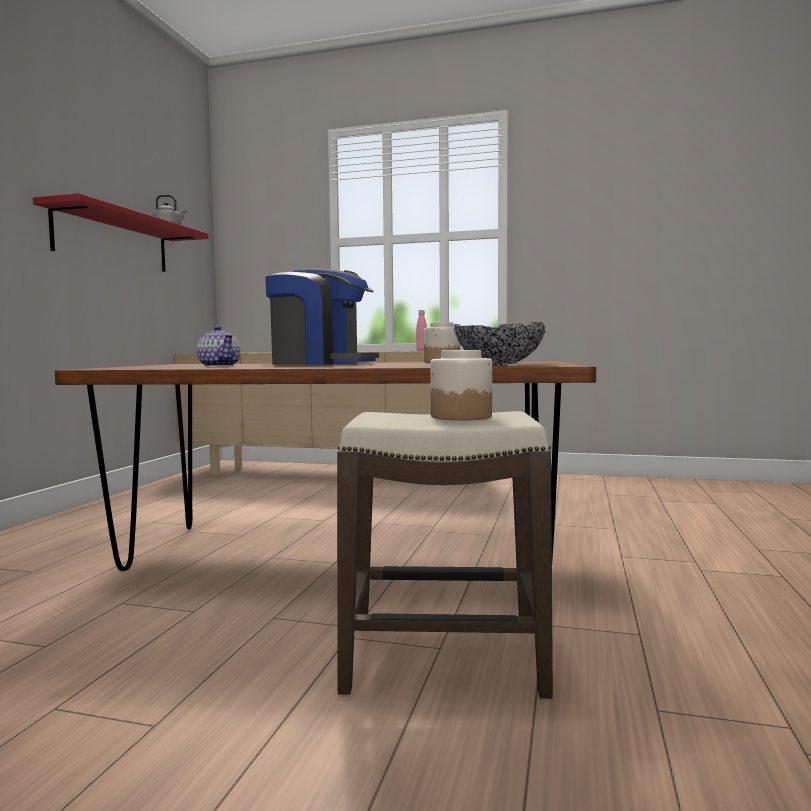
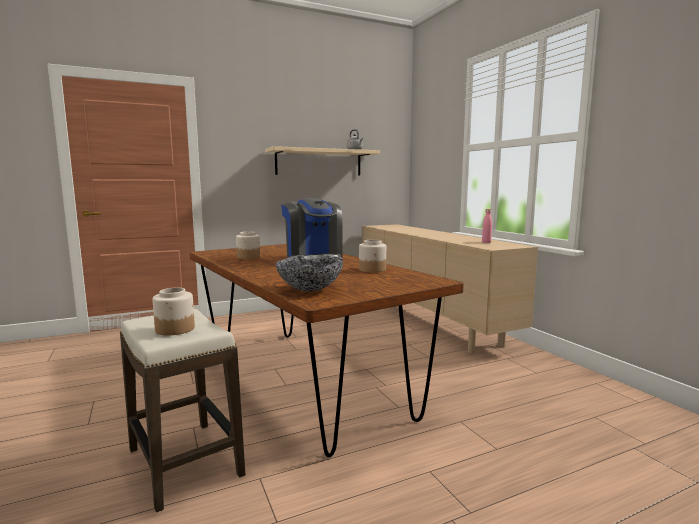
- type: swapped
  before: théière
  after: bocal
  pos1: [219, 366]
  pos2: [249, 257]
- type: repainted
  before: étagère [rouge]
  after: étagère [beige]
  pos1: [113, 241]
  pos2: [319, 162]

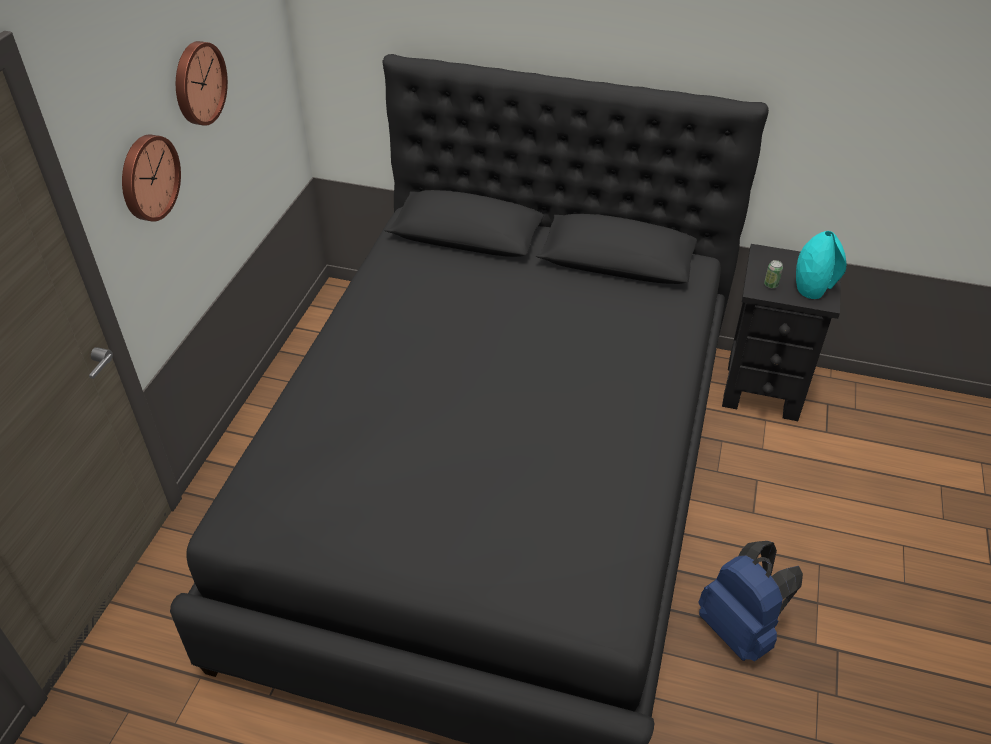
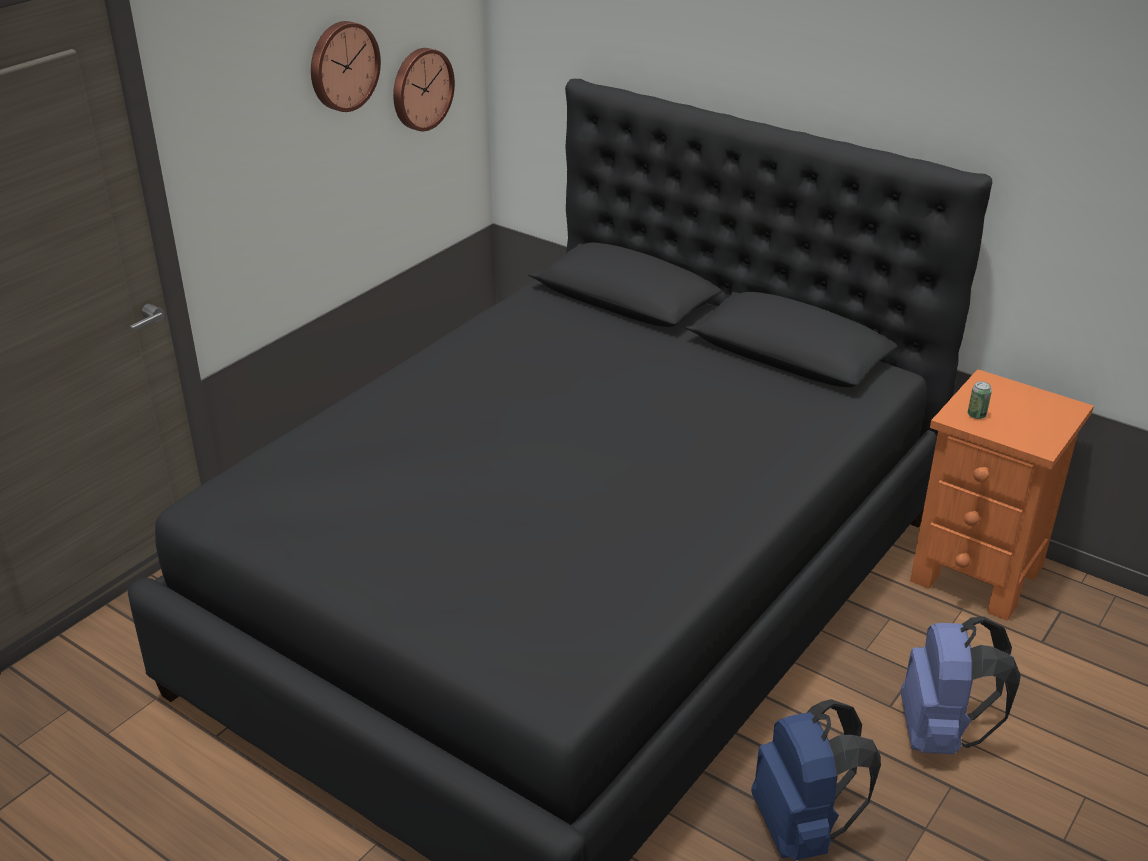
- type: shifted
  before: horloge murale
  pos1: [147, 177]
  pos2: [420, 88]
- type: new
  after: sac à dos [bleu]
  pos2: [941, 734]
- type: repainted
  before: table de chevet [noir]
  after: table de chevet [orange]
  pos1: [763, 390]
  pos2: [977, 575]
- type: gone
  before: vase [turquoise]
  pos1: [813, 289]

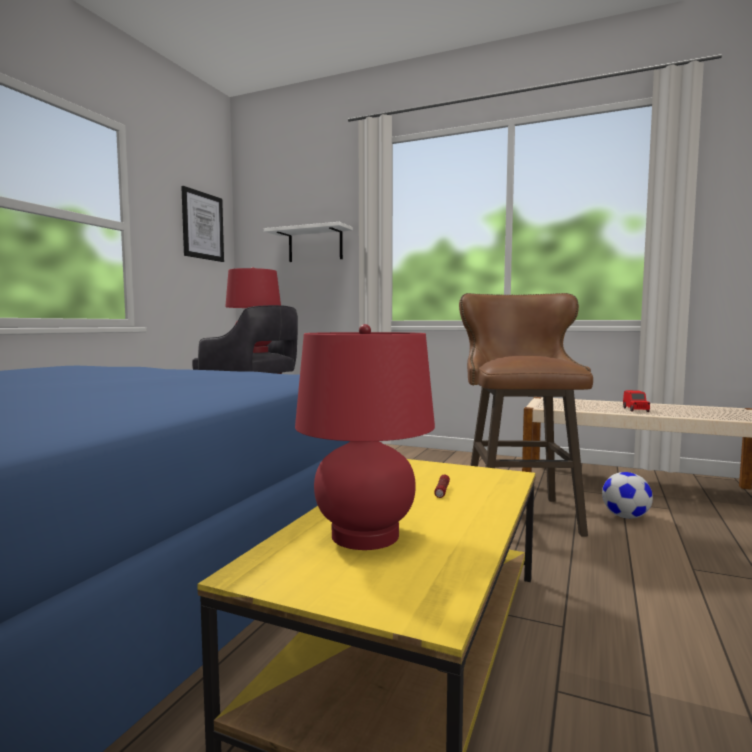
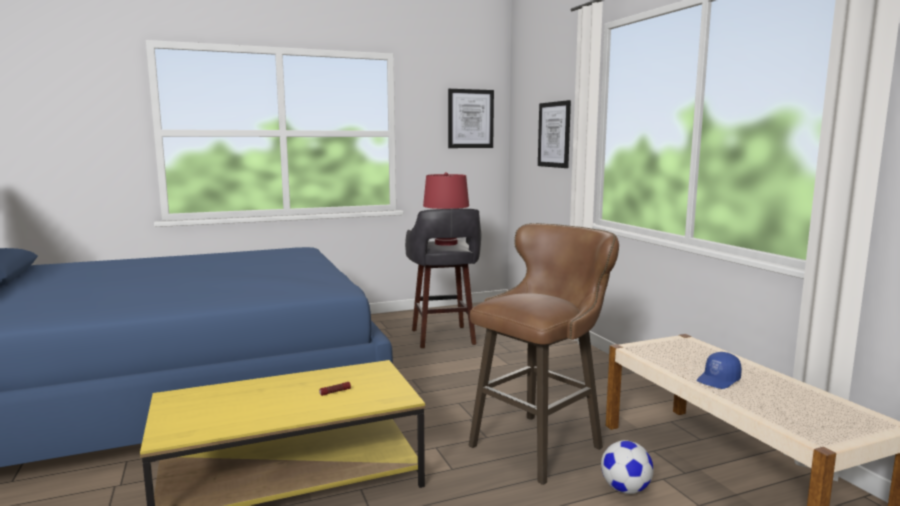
- type: swapped
  before: étagère [blanc]
  after: tableau
  pos1: [315, 245]
  pos2: [554, 134]
- type: swapped
  before: petite voiture [rouge]
  after: casquette [bleu]
  pos1: [635, 410]
  pos2: [719, 380]
- type: gone
  before: lampe de table [rouge]
  pos1: [365, 535]

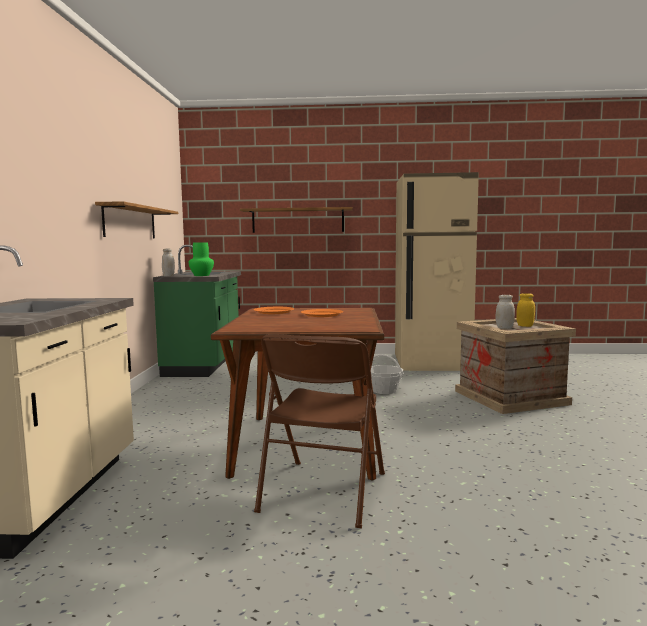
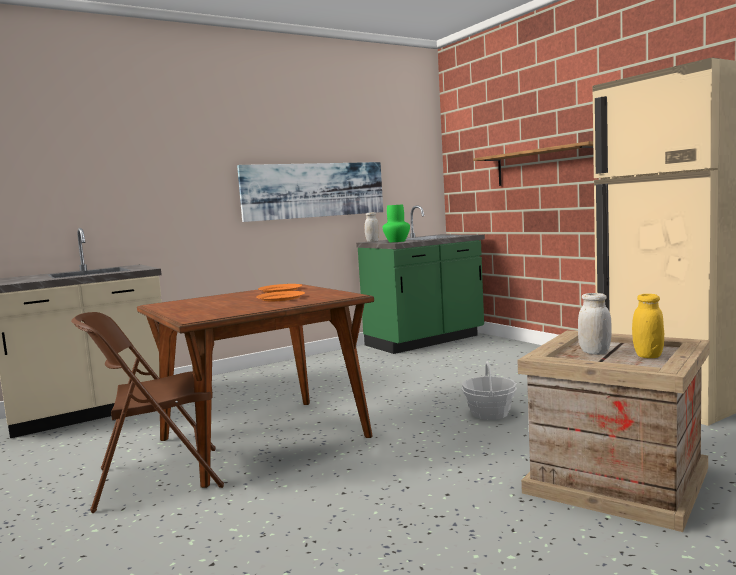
- type: swapped
  before: étagère
  after: tableau
  pos1: [130, 222]
  pos2: [314, 190]

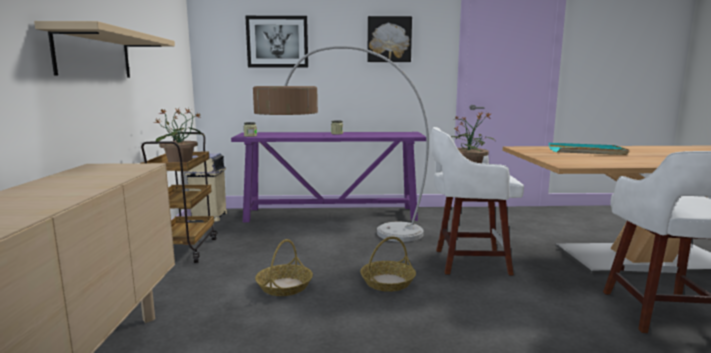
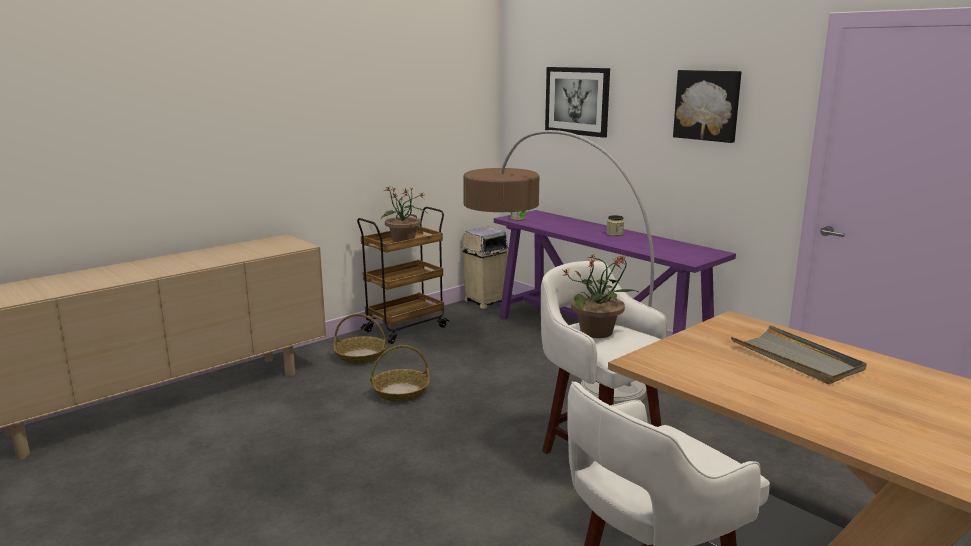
- type: shifted
  before: panier
  pos1: [388, 282]
  pos2: [361, 356]
- type: repainted
  before: plateau [turquoise]
  after: plateau [gris]
  pos1: [587, 151]
  pos2: [796, 358]
- type: gone
  before: étagère [beige]
  pos1: [94, 54]

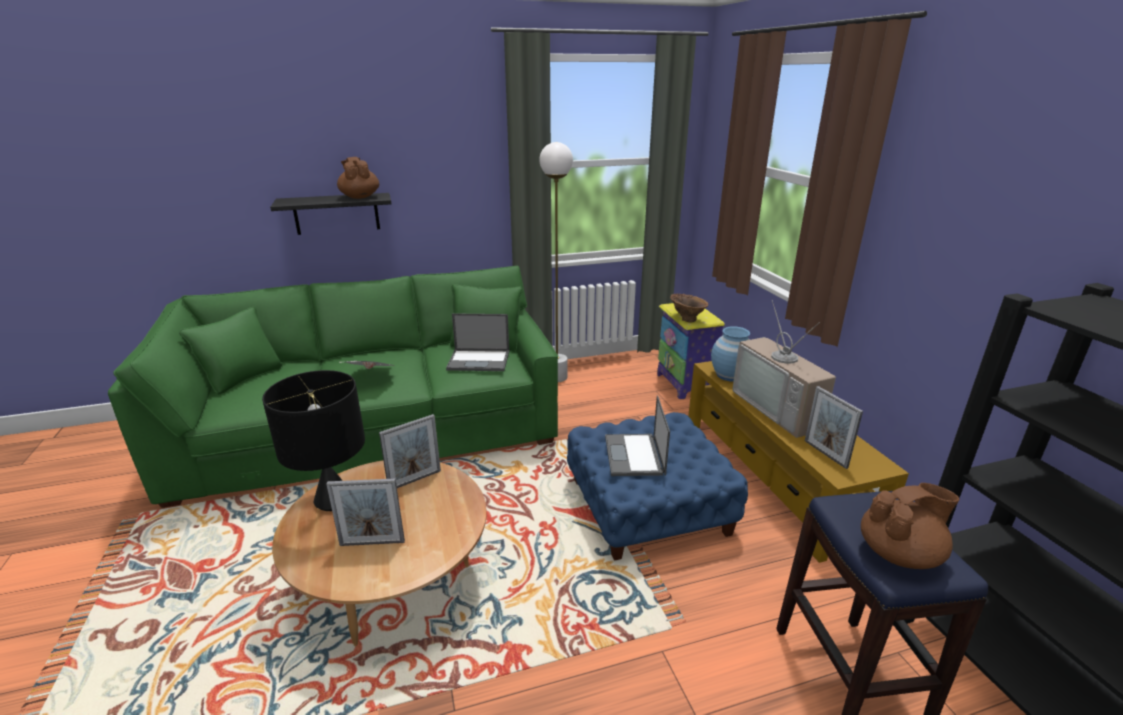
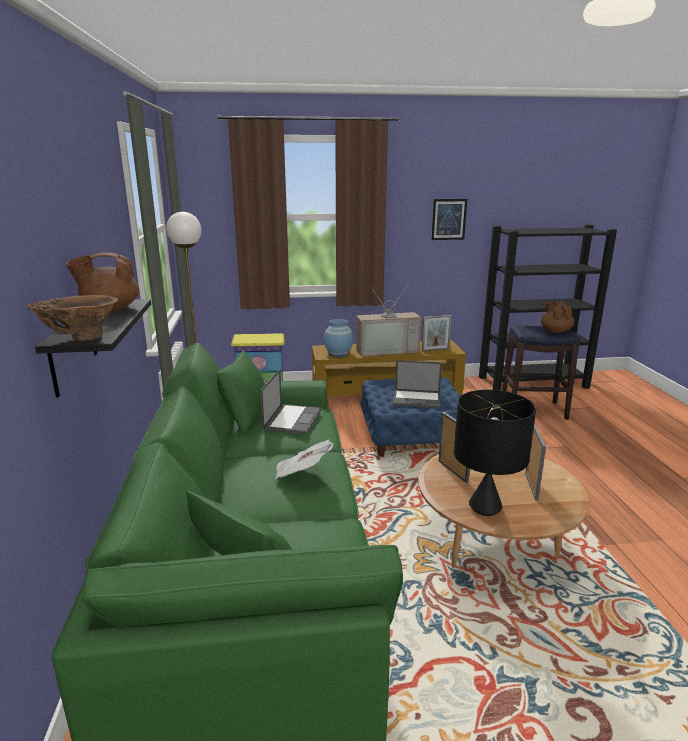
- type: shifted
  before: vase [marron]
  pos1: [686, 318]
  pos2: [80, 338]
- type: new
  after: tableau
  pos2: [449, 219]

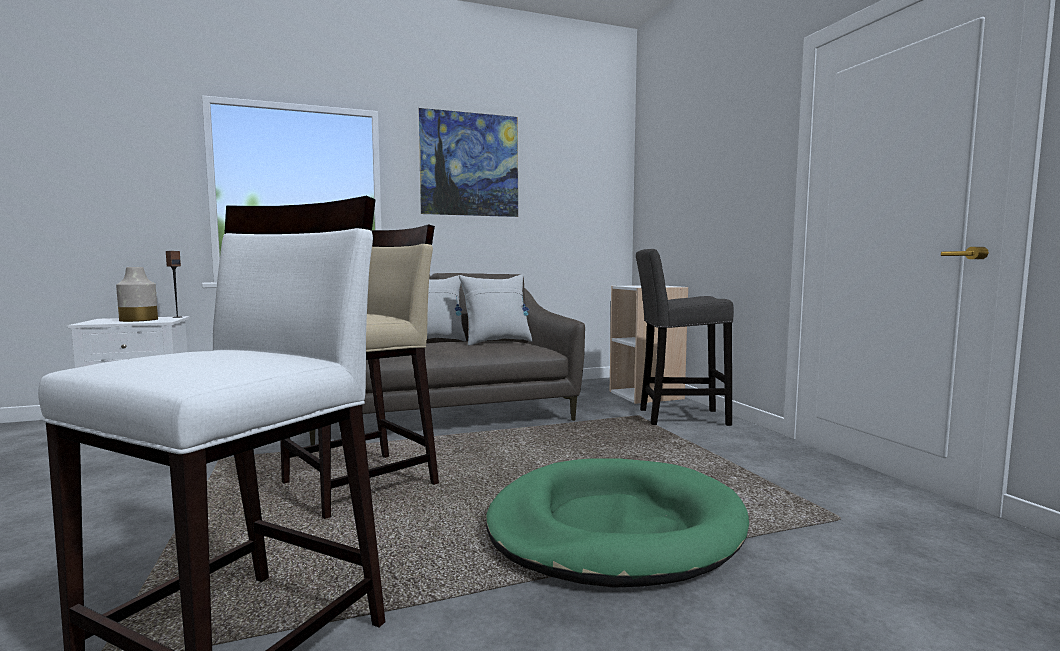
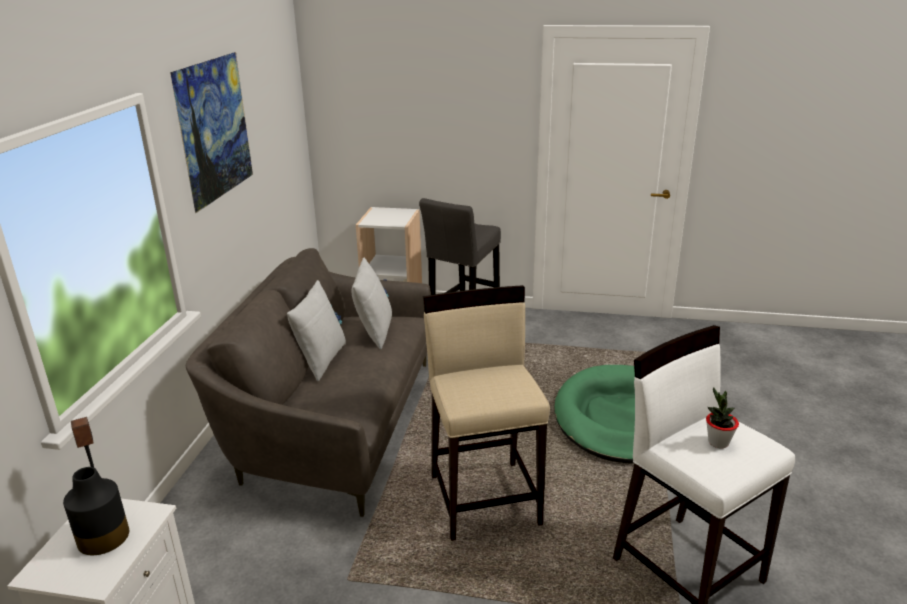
- type: repainted
  before: vase [beige]
  after: vase [noir]
  pos1: [138, 320]
  pos2: [104, 537]
- type: new
  after: plante en pot
  pos2: [718, 442]

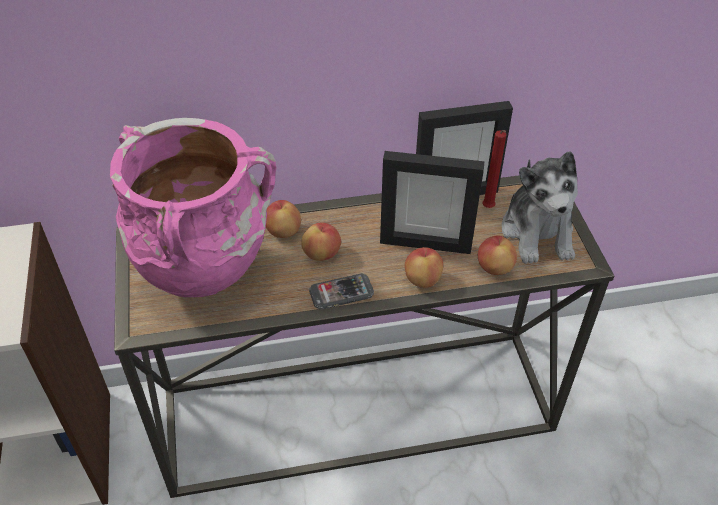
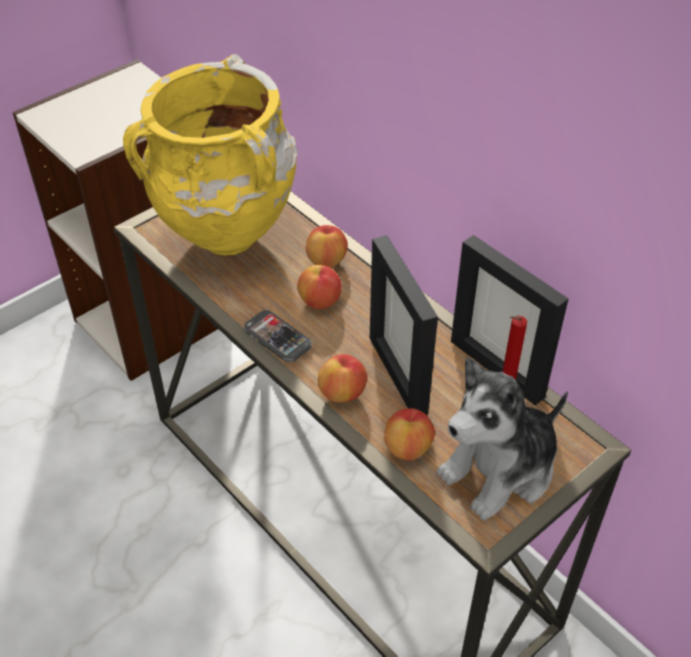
- type: repainted
  before: vase [rose]
  after: vase [jaune]
  pos1: [207, 279]
  pos2: [229, 241]

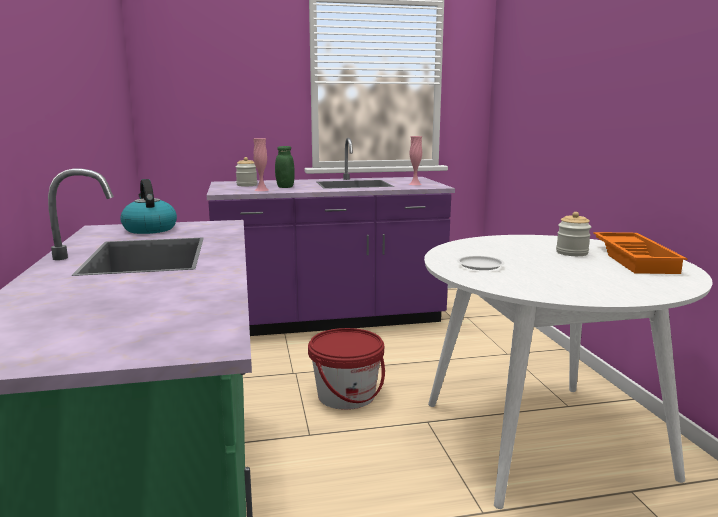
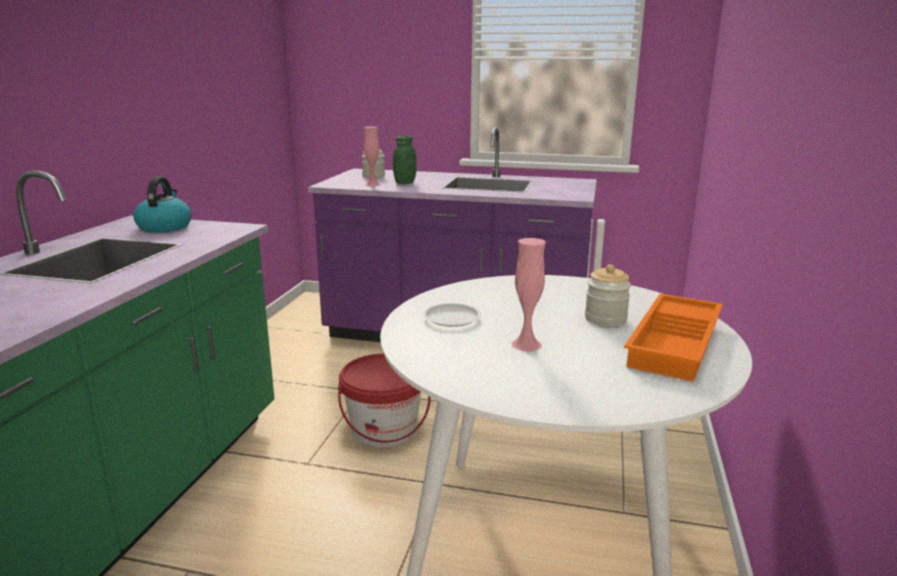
- type: shifted
  before: vase [rose]
  pos1: [415, 184]
  pos2: [526, 344]

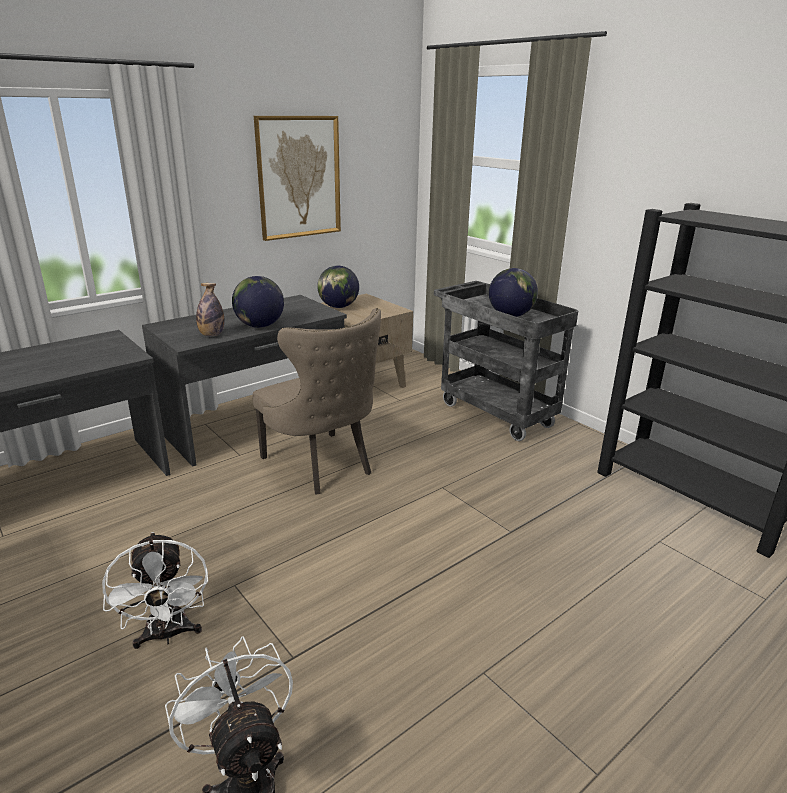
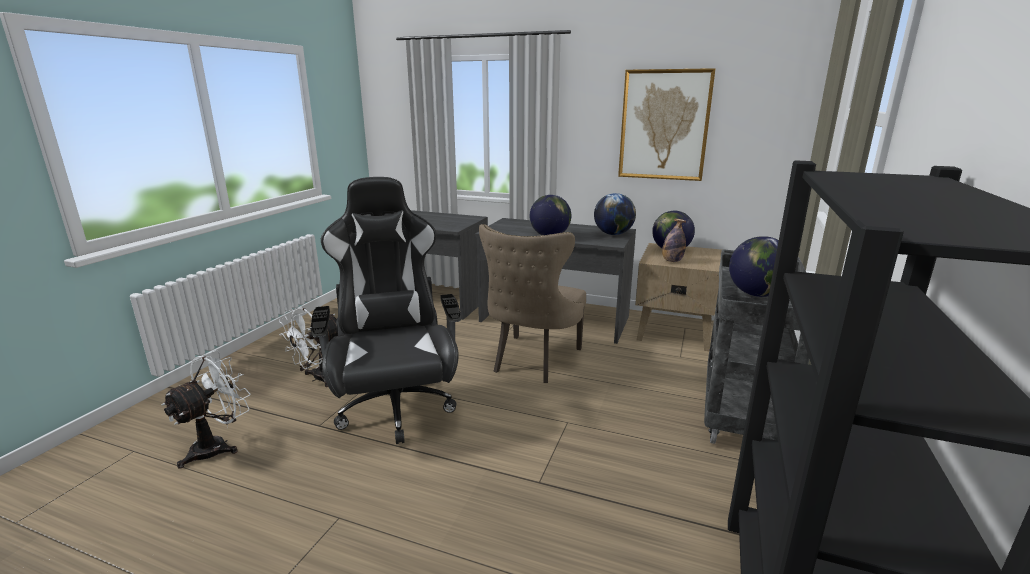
- type: new
  after: chaise de bureau [noir]
  pos2: [397, 413]
- type: new
  after: globe
  pos2: [613, 234]
- type: shifted
  before: bouteille
  pos1: [212, 335]
  pos2: [672, 261]

